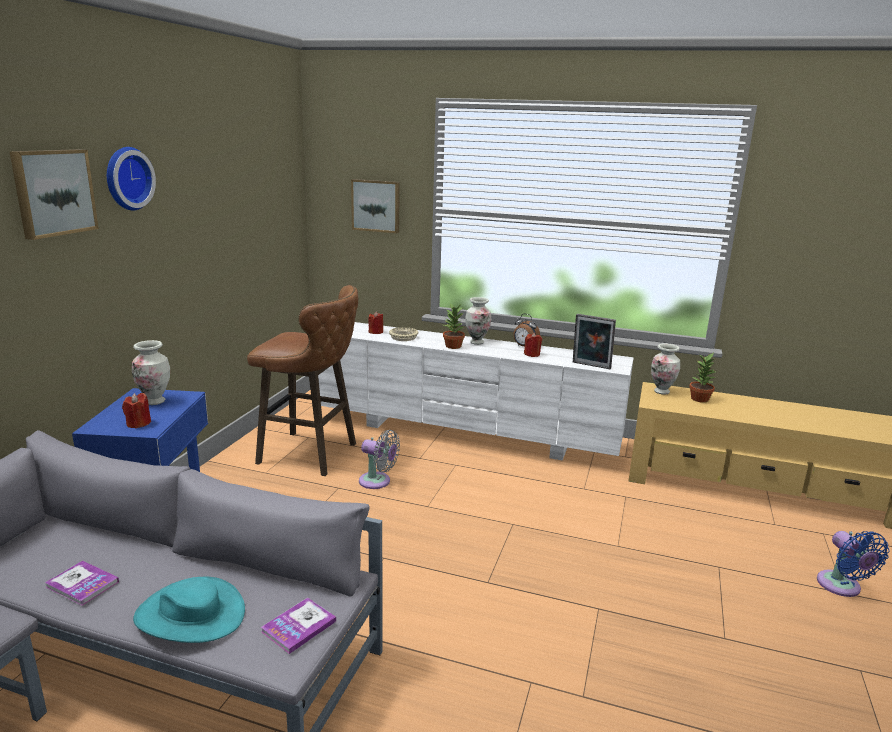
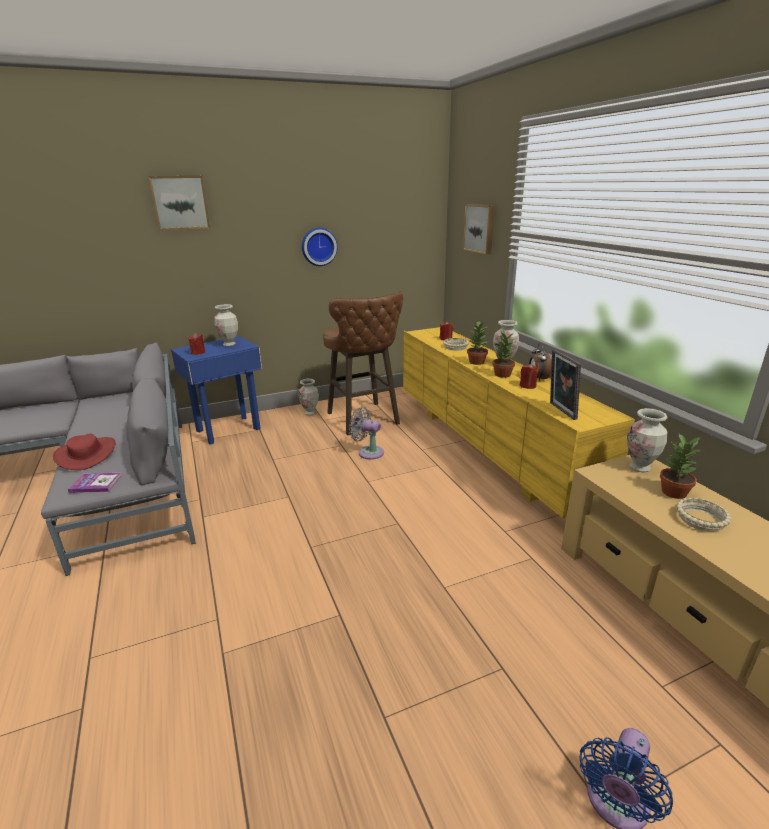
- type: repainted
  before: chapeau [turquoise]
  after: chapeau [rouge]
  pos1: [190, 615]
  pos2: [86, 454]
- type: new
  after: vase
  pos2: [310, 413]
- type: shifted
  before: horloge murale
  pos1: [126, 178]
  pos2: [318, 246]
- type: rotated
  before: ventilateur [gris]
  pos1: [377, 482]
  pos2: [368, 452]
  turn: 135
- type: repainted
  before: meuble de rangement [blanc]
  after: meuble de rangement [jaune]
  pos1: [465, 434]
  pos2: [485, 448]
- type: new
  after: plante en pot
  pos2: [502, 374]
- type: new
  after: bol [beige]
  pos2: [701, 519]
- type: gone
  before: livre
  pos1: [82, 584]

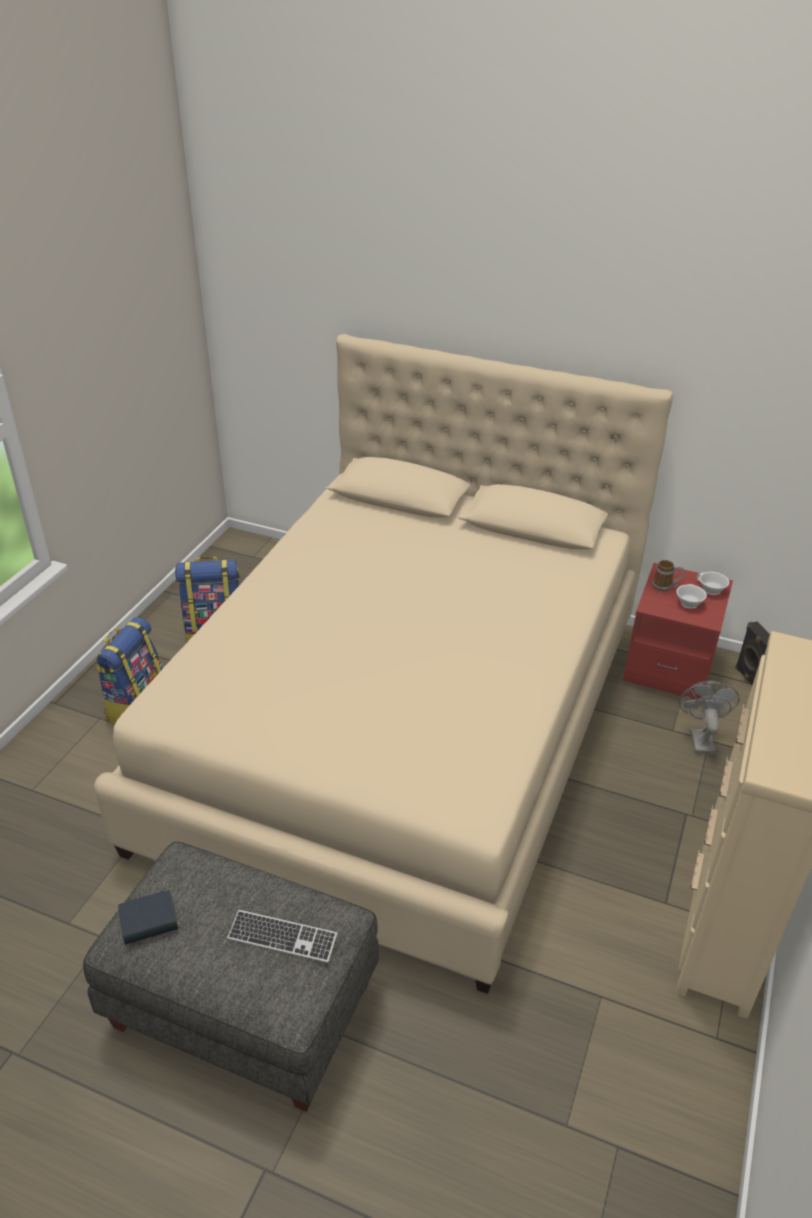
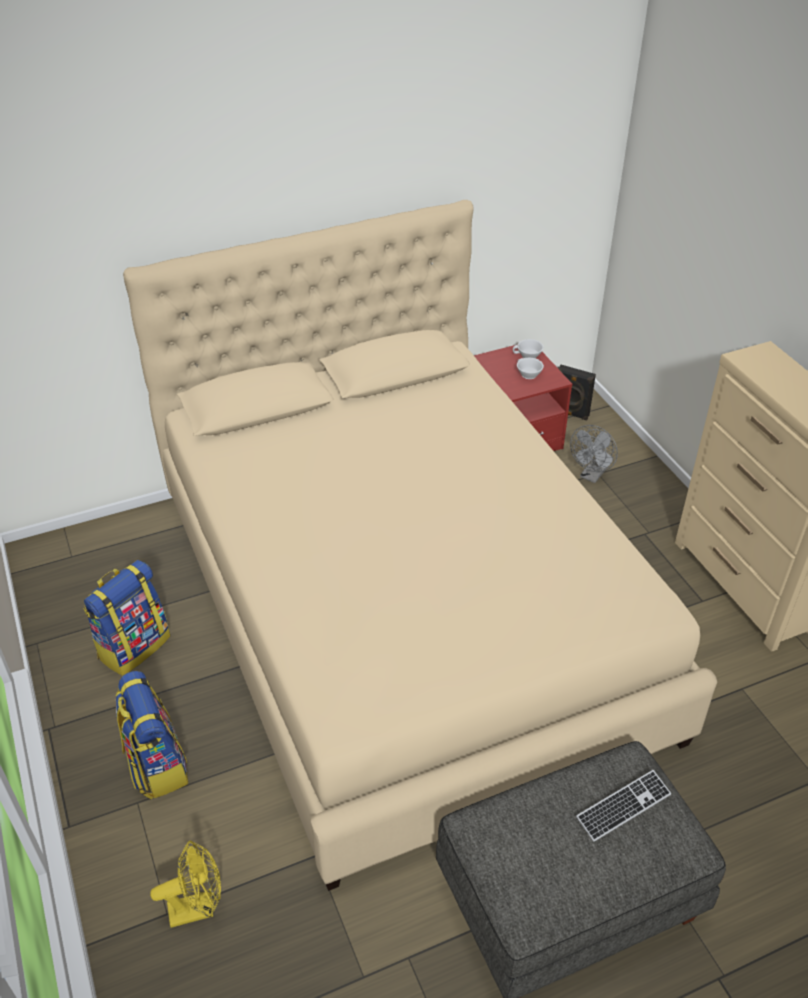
- type: new
  after: ventilateur [jaune]
  pos2: [198, 908]
- type: rotated
  before: ventilateur [gris]
  pos1: [700, 738]
  pos2: [591, 476]
  turn: -105
- type: gone
  before: livre
  pos1: [149, 921]
- type: gone
  before: mug
  pos1: [666, 587]

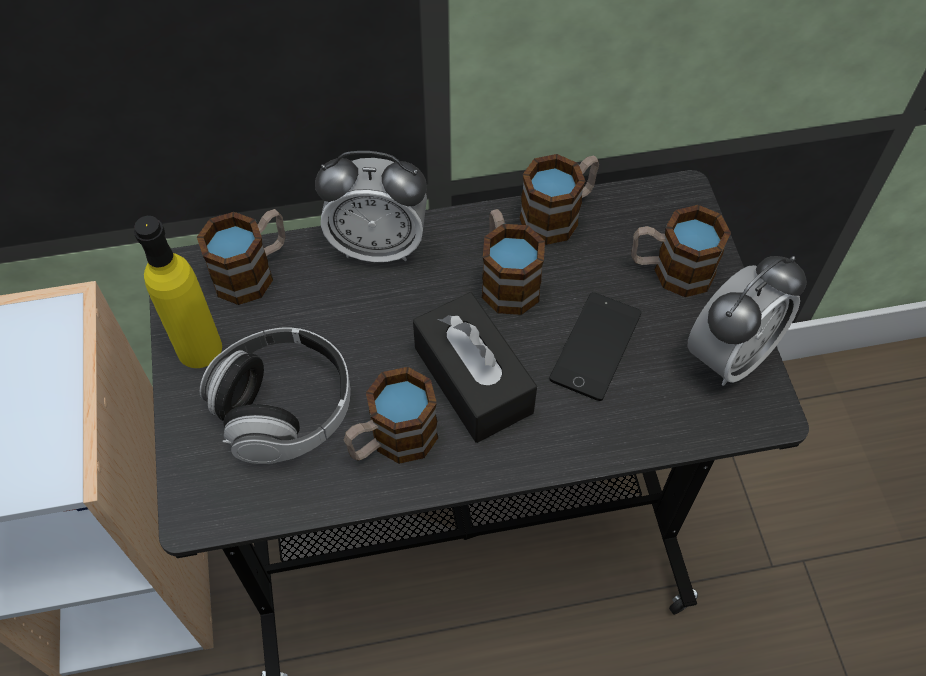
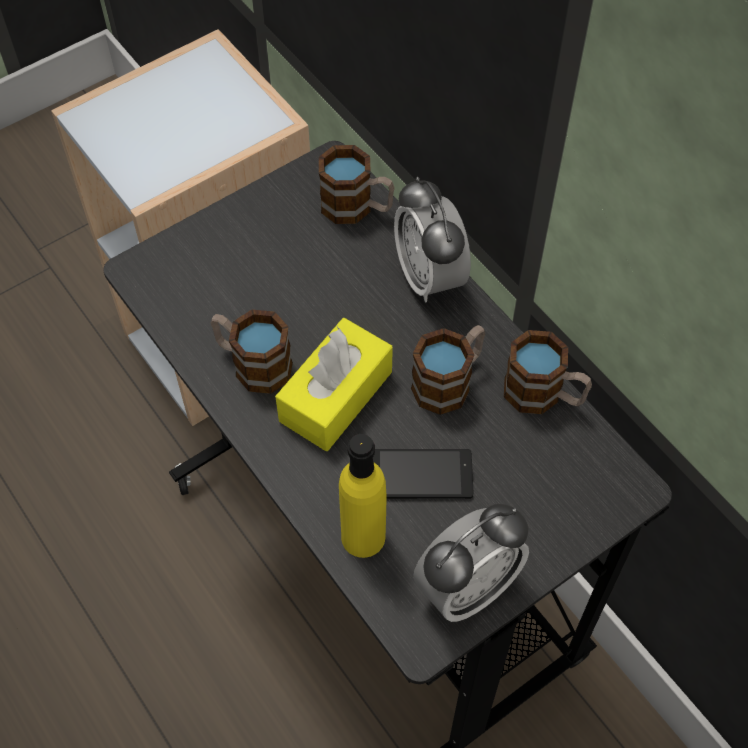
- type: repainted
  before: boîte à mouchoirs [noir]
  after: boîte à mouchoirs [jaune]
  pos1: [473, 380]
  pos2: [336, 396]
- type: shifted
  before: bouteille [jaune]
  pos1: [199, 348]
  pos2: [363, 537]
- type: rotated
  before: réveil
  pos1: [729, 355]
  pos2: [467, 587]
  turn: -60
- type: gone
  before: casque audio
  pos1: [284, 408]
- type: gone
  before: mug
  pos1: [671, 270]

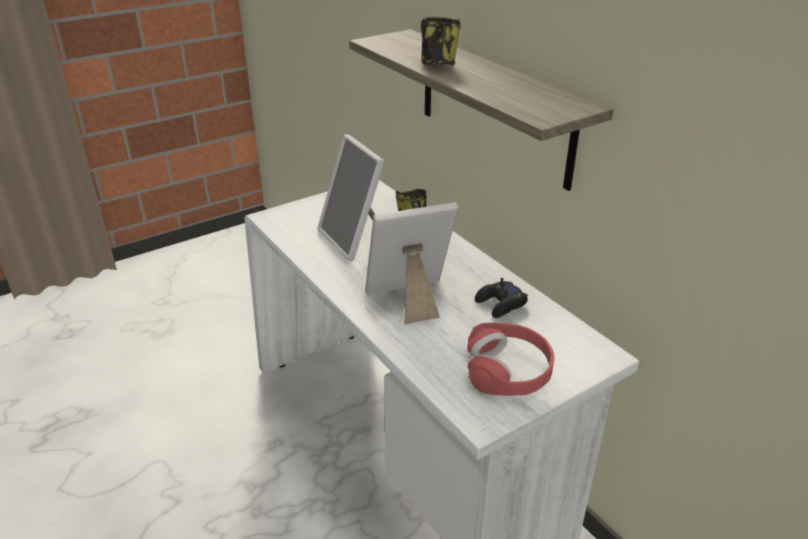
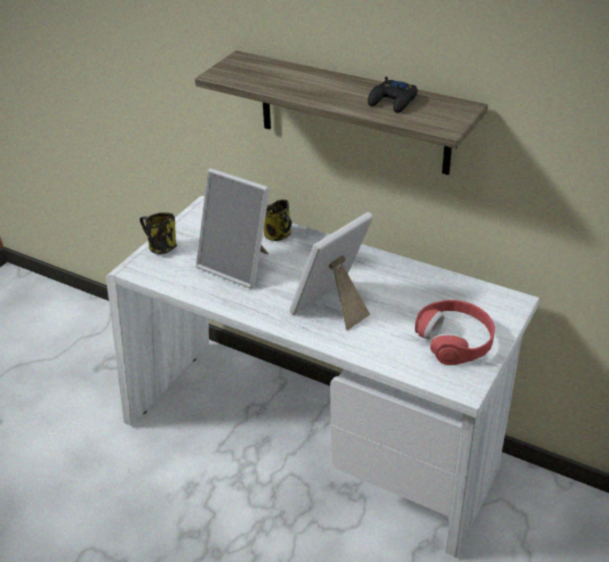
- type: shifted
  before: mug
  pos1: [436, 64]
  pos2: [161, 248]
- type: shifted
  before: manette [noir]
  pos1: [500, 304]
  pos2: [393, 102]

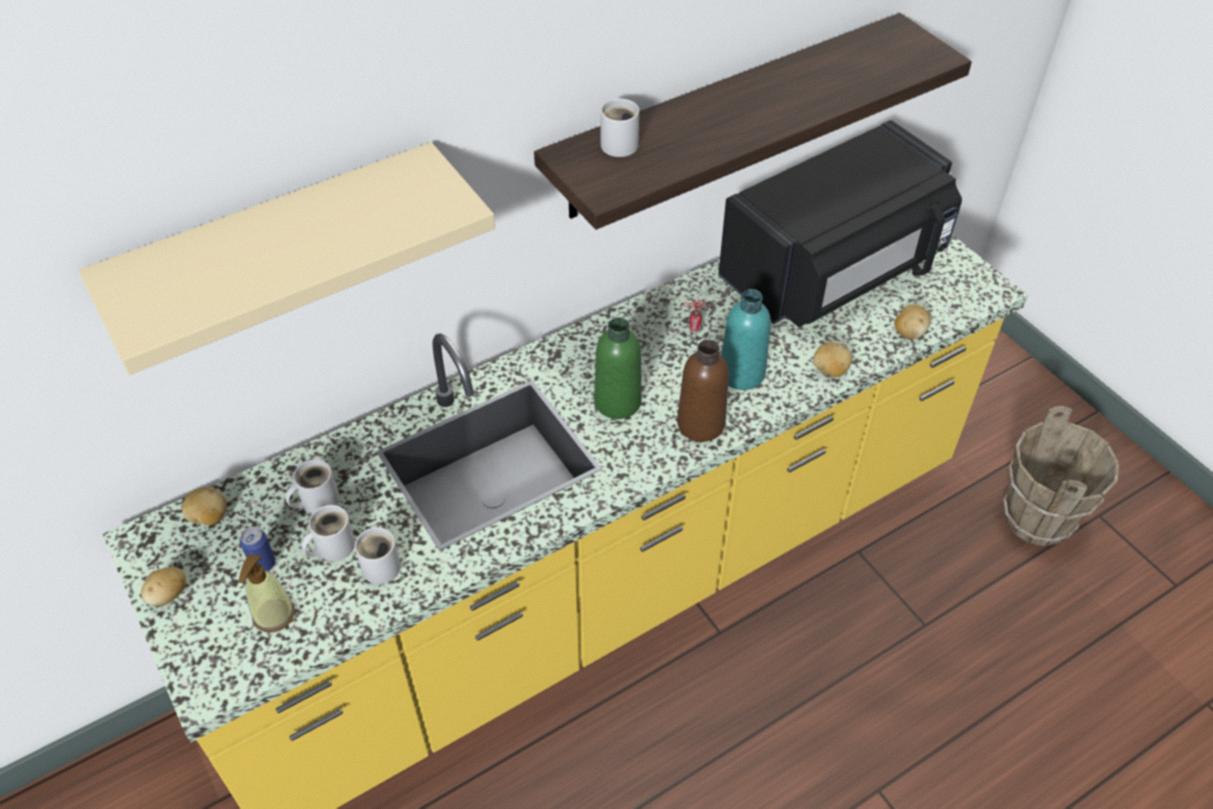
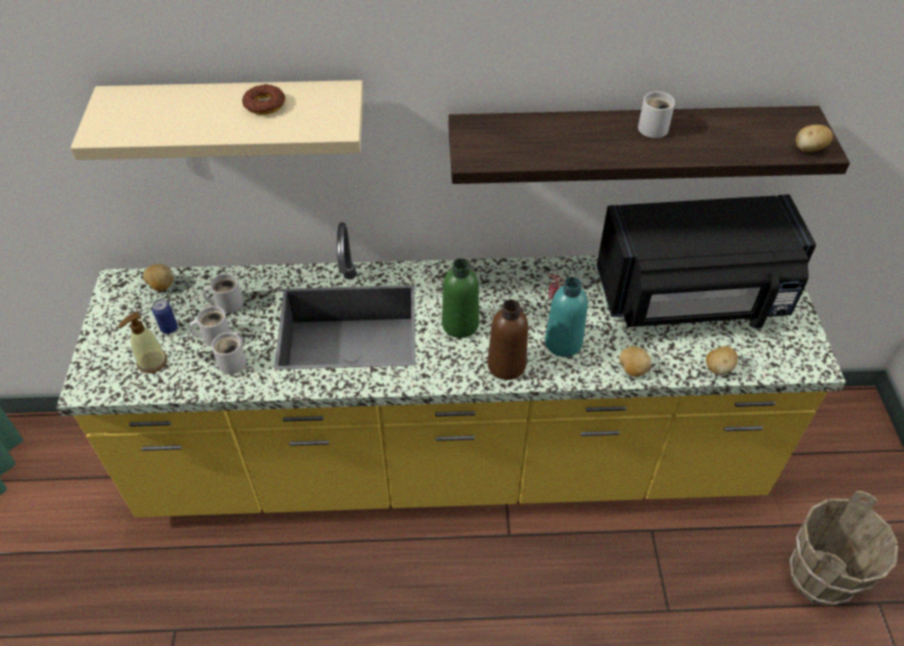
- type: new
  after: beignet
  pos2: [265, 104]
- type: shifted
  before: mug [blanc]
  pos1: [620, 143]
  pos2: [655, 127]
- type: shifted
  before: pomme de terre
  pos1: [169, 595]
  pos2: [808, 149]

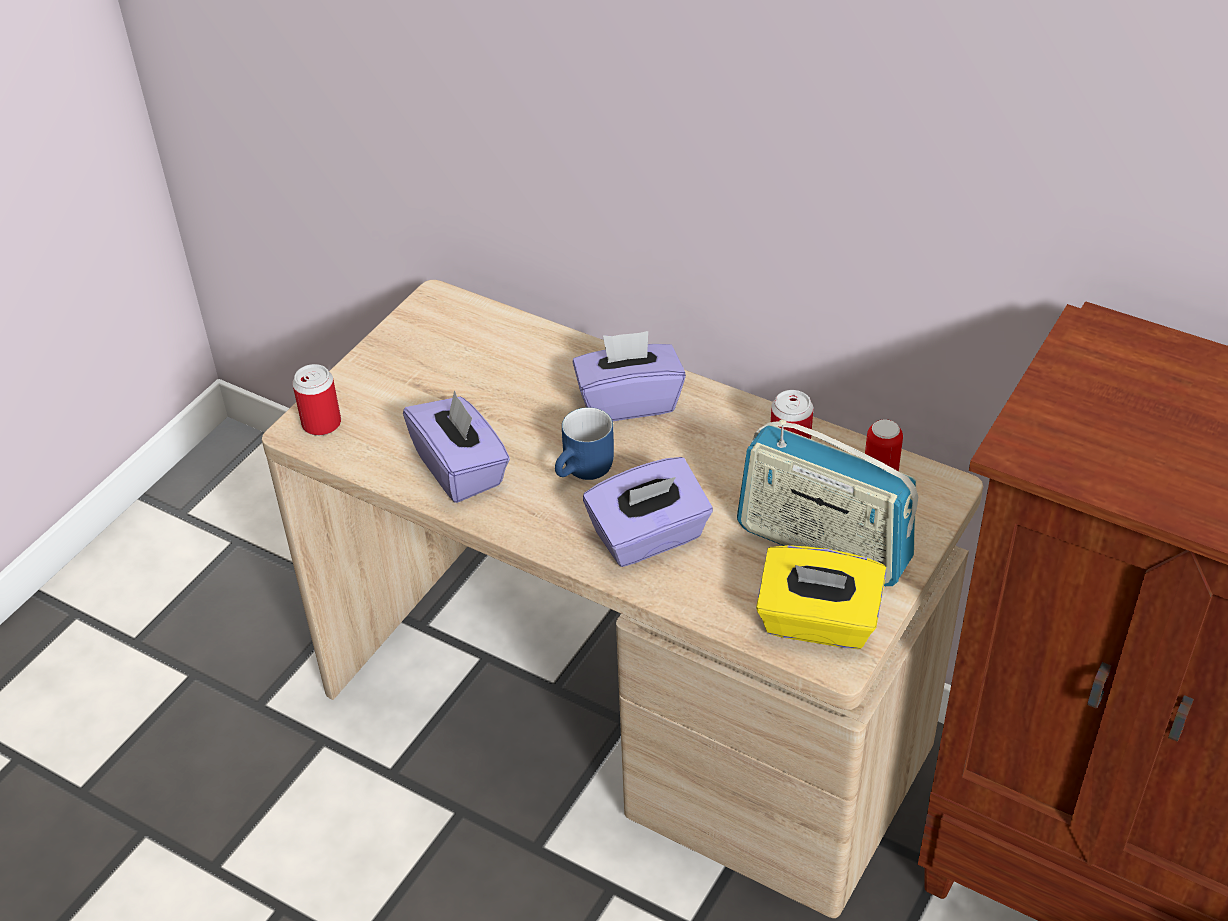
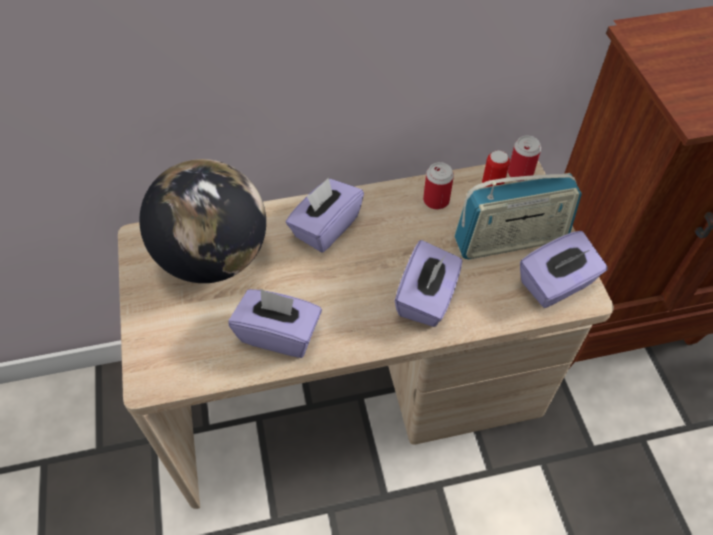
- type: new
  after: globe
  pos2: [214, 257]
- type: shifted
  before: boîte métallique
  pos1: [321, 423]
  pos2: [520, 173]
- type: repainted
  before: boîte à mouchoirs [jaune]
  after: boîte à mouchoirs [violet]
  pos1: [817, 623]
  pos2: [556, 284]
- type: gone
  before: mug [bleu]
  pos1: [586, 471]

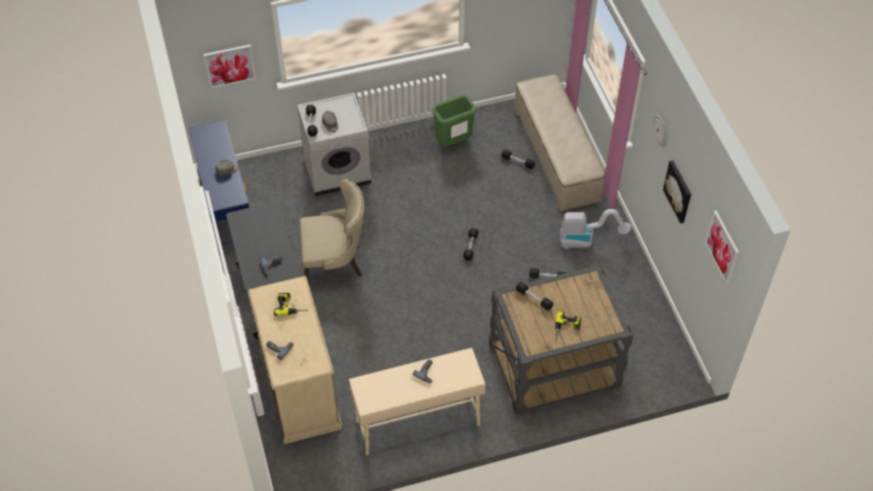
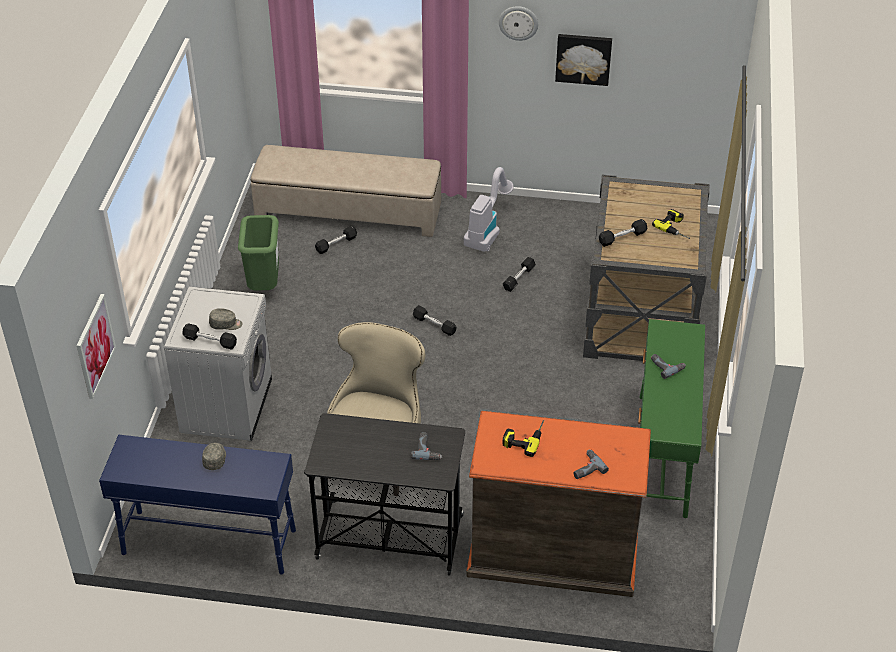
- type: repainted
  before: commode [beige]
  after: commode [orange]
  pos1: [299, 387]
  pos2: [551, 552]
- type: repainted
  before: table console [beige]
  after: table console [vert]
  pos1: [417, 422]
  pos2: [661, 455]
- type: gone
  before: tableau
  pos1: [722, 247]

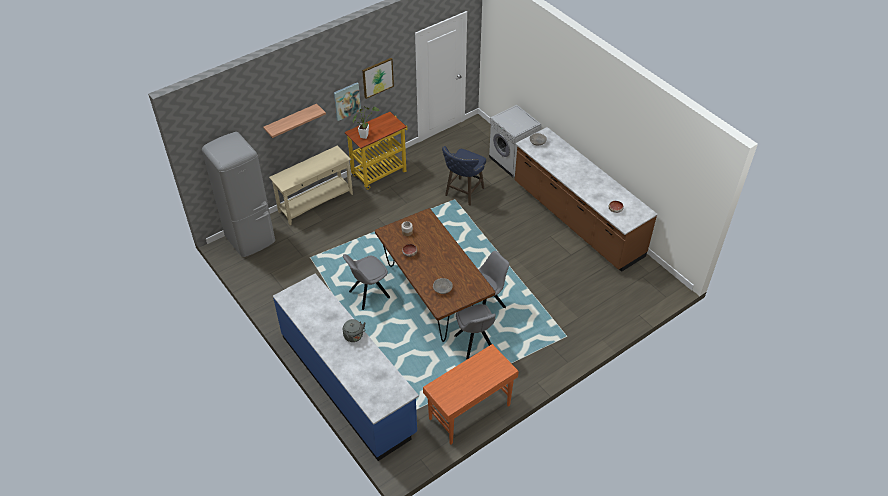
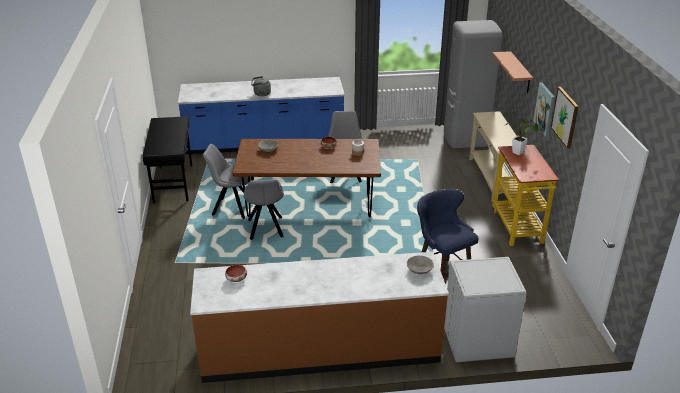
- type: repainted
  before: table console [orange]
  after: table console [noir]
  pos1: [469, 412]
  pos2: [173, 183]

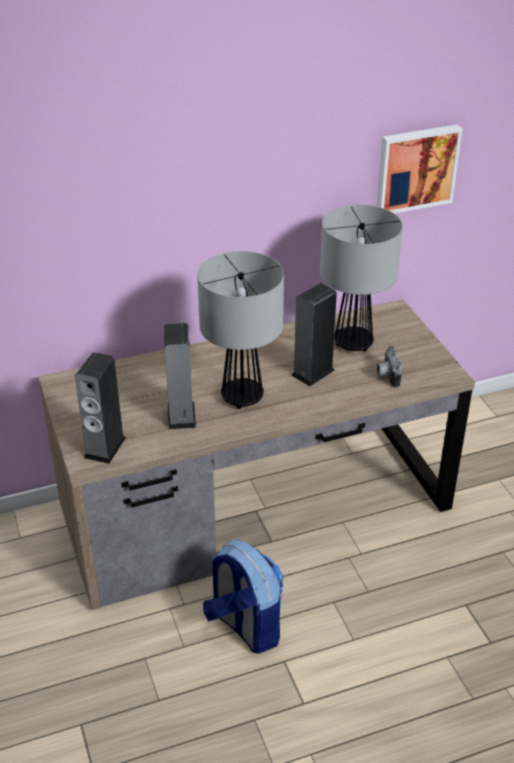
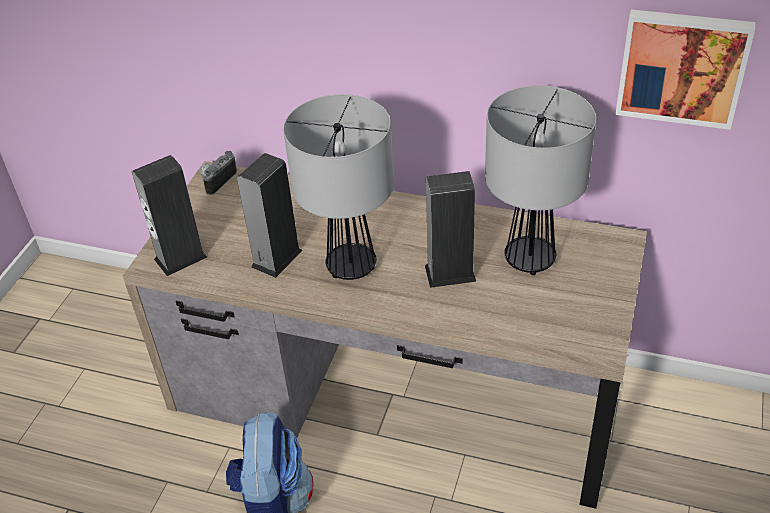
- type: shifted
  before: appareil photo
  pos1: [386, 376]
  pos2: [217, 180]

